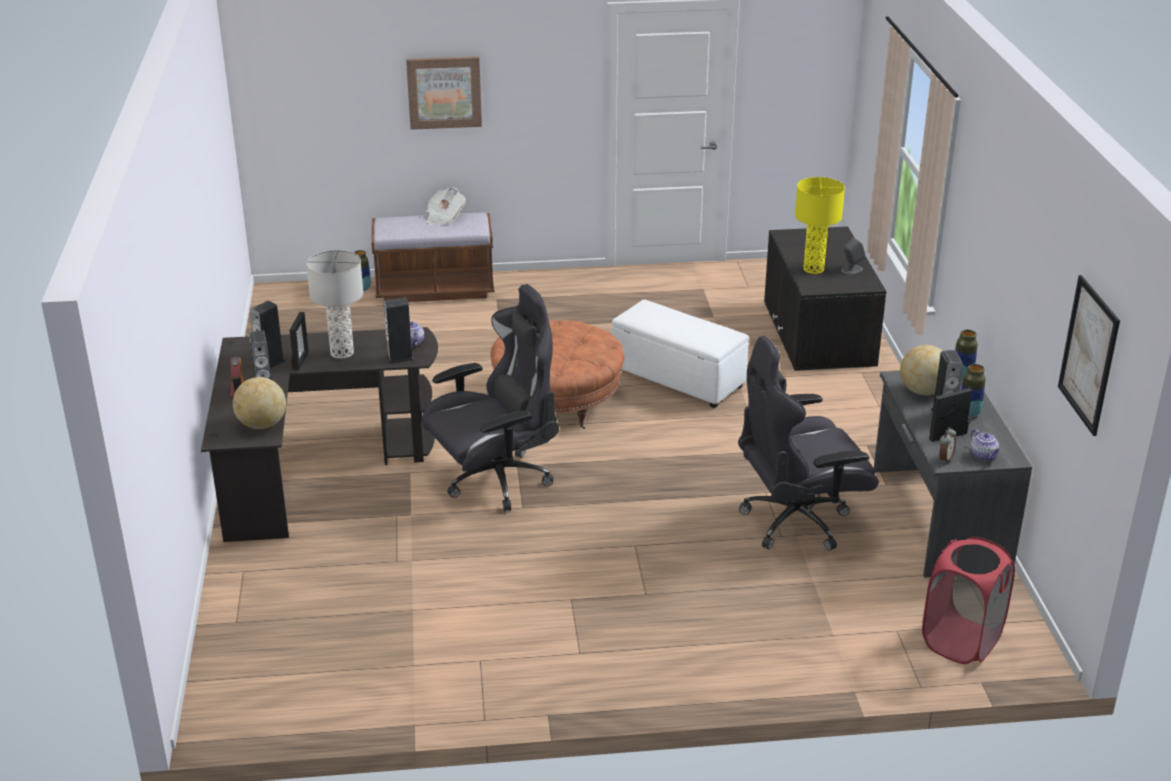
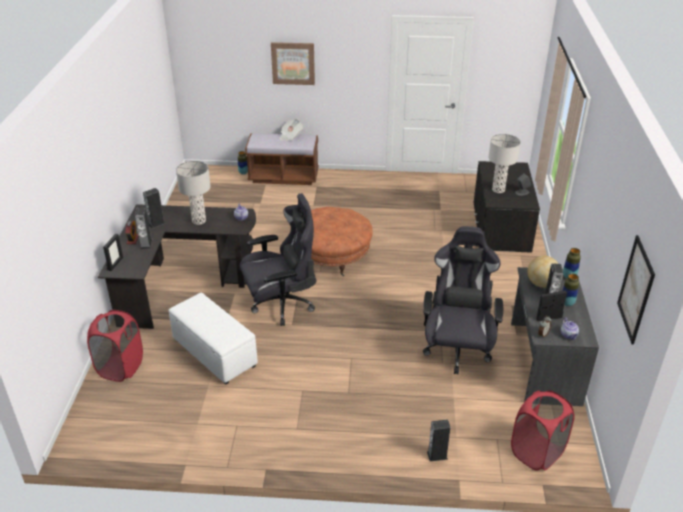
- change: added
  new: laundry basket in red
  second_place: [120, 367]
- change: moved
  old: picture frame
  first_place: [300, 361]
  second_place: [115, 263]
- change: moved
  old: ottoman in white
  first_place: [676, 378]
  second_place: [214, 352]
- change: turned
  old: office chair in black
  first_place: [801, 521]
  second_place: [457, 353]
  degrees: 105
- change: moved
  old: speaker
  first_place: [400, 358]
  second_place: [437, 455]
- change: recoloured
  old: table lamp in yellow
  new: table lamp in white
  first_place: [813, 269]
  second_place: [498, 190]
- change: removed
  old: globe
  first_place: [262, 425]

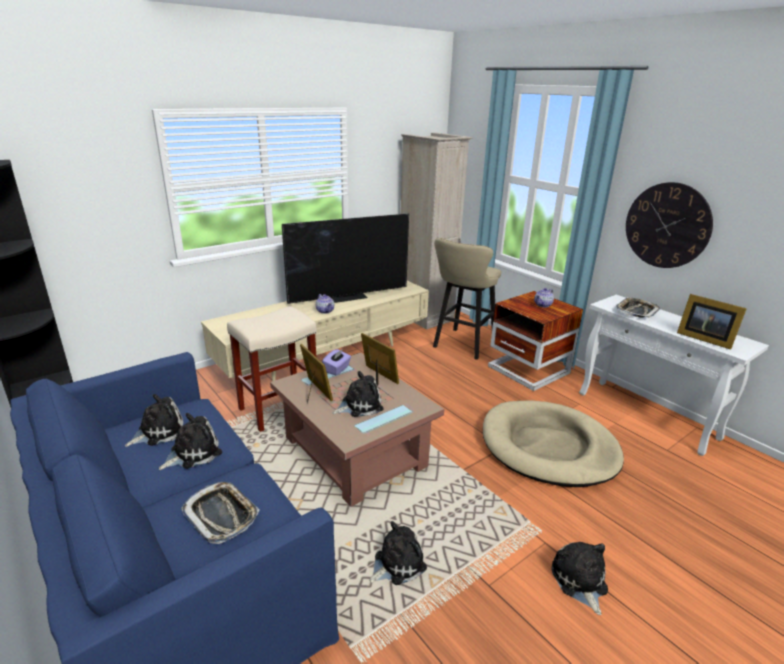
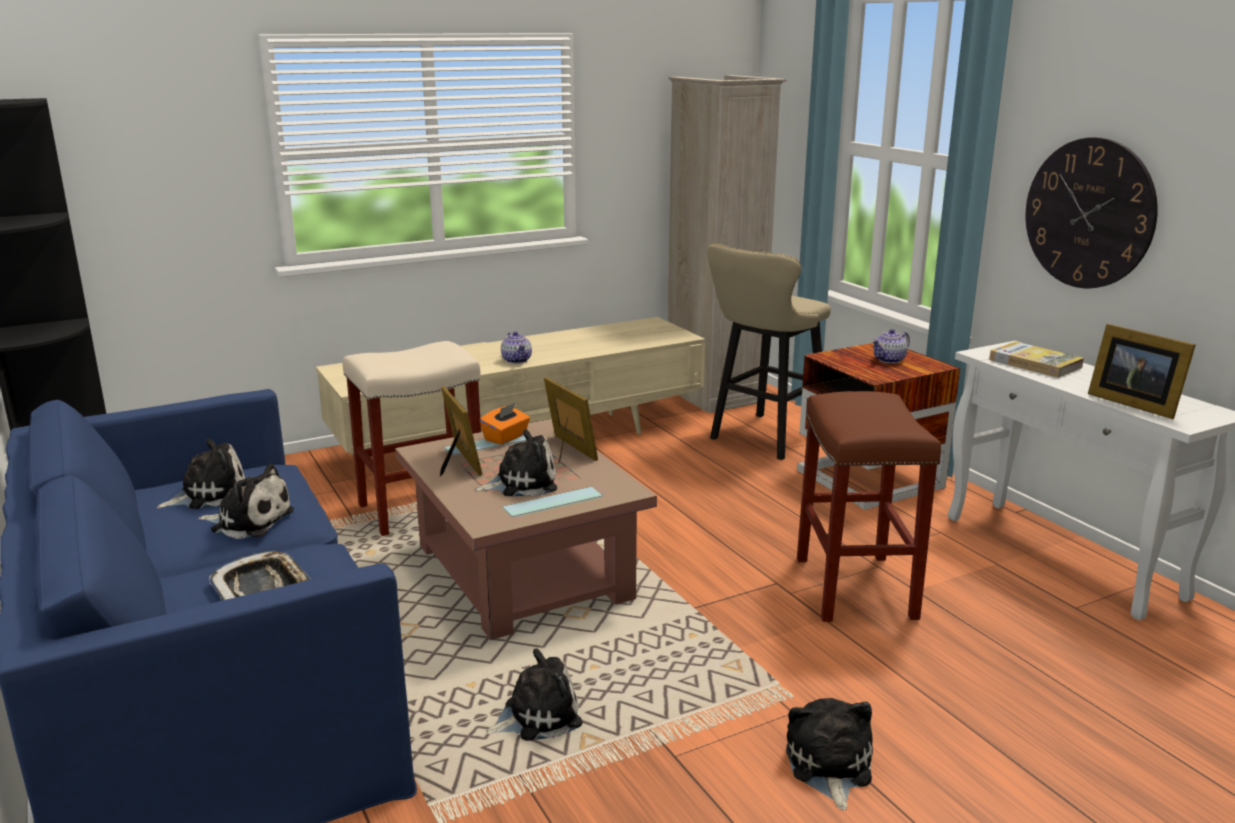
- change: turned
  old: plush toy
  first_place: [193, 452]
  second_place: [249, 521]
  degrees: 45
- change: recoloured
  old: tissue box in purple
  new: tissue box in orange
  first_place: [337, 369]
  second_place: [506, 437]
- change: replaced
  old: dog bed in beige
  new: stool in brown
  first_place: [548, 447]
  second_place: [856, 589]
- change: replaced
  old: tray
  new: book
  first_place: [636, 311]
  second_place: [1035, 363]
- change: removed
  old: television
  first_place: [349, 296]

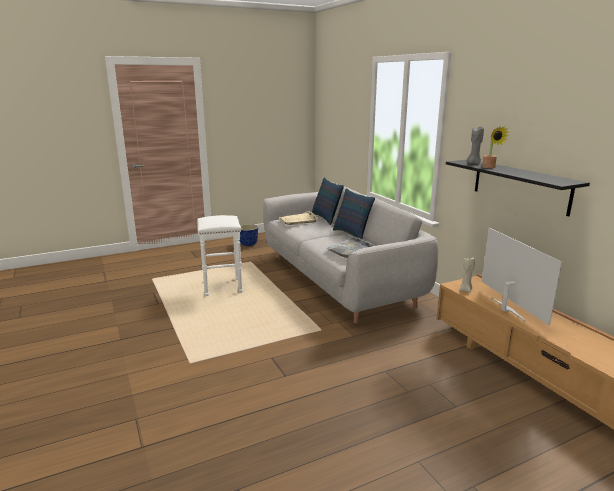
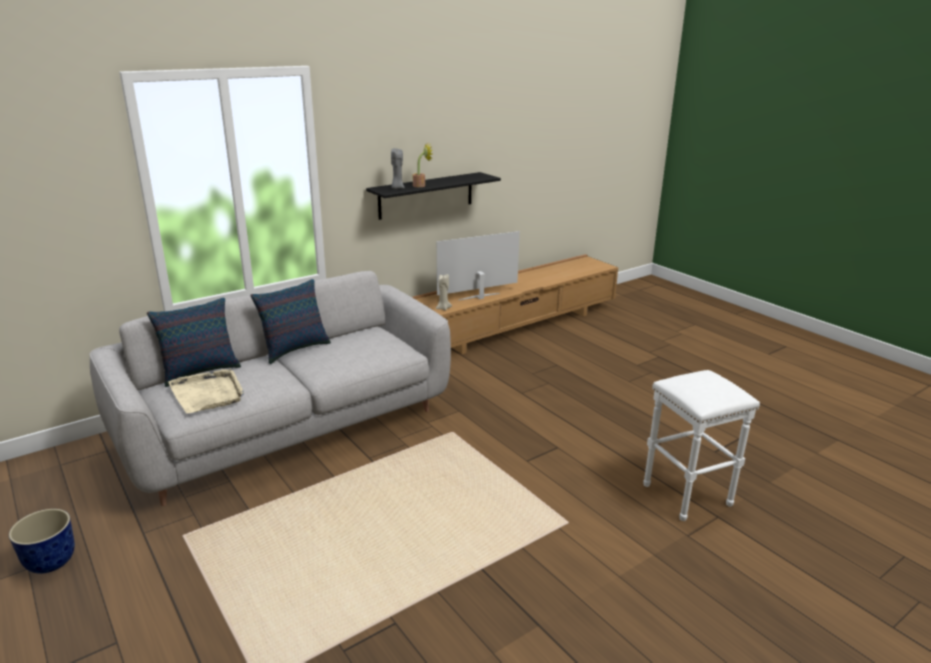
- change: moved
  old: stool in white
  first_place: [223, 287]
  second_place: [685, 494]
- change: removed
  old: tray in grey
  first_place: [351, 249]

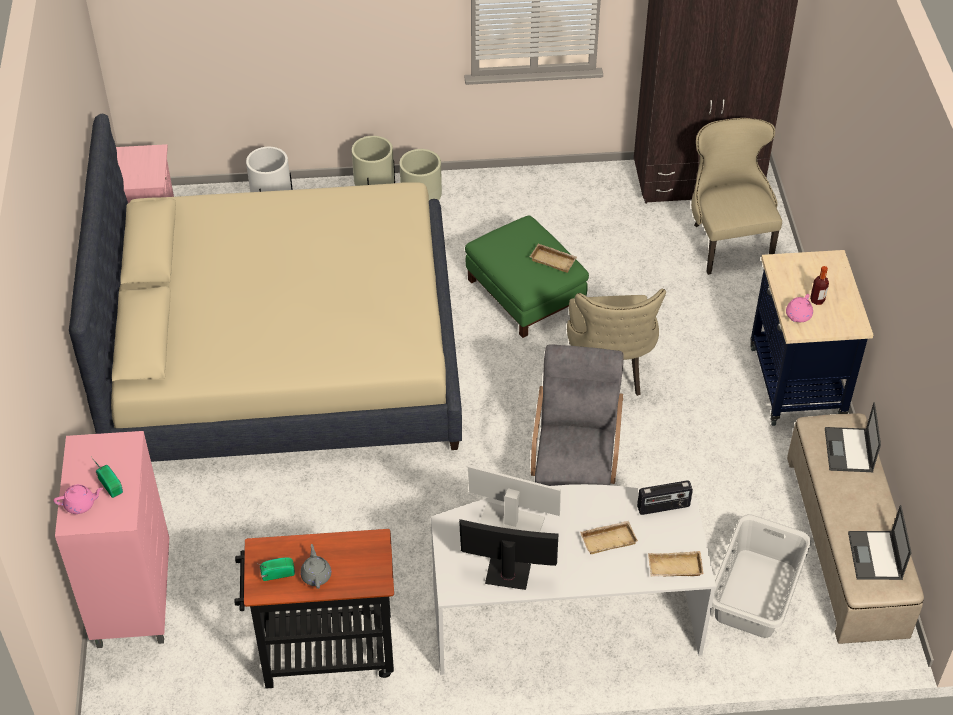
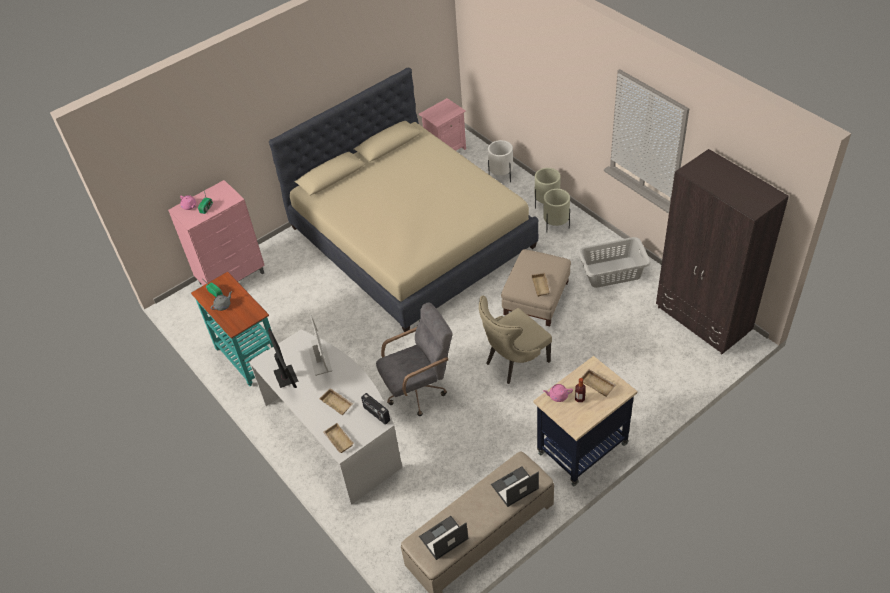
- change: recoloured
  old: cart in black
  new: cart in turquoise
  first_place: [326, 653]
  second_place: [248, 357]
- change: recoloured
  old: ottoman in green
  new: ottoman in beige
  first_place: [526, 293]
  second_place: [536, 298]
- change: moved
  old: laundry basket in grey
  first_place: [754, 593]
  second_place: [612, 272]
- change: added
  new: tray in beige
  second_place: [598, 384]
- change: removed
  old: chair in beige
  first_place: [727, 242]

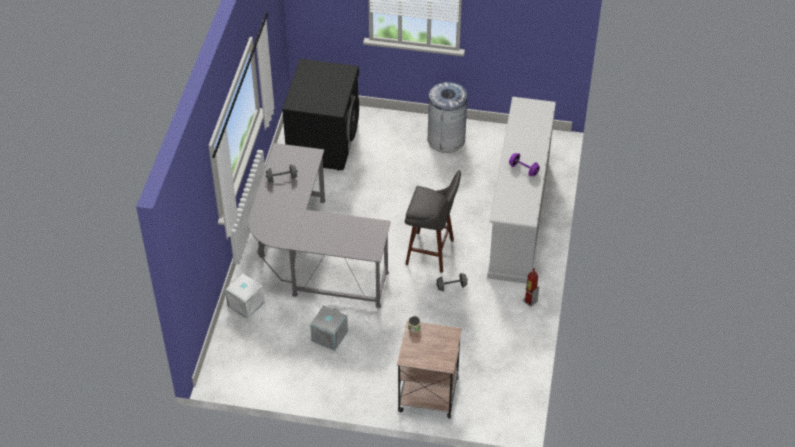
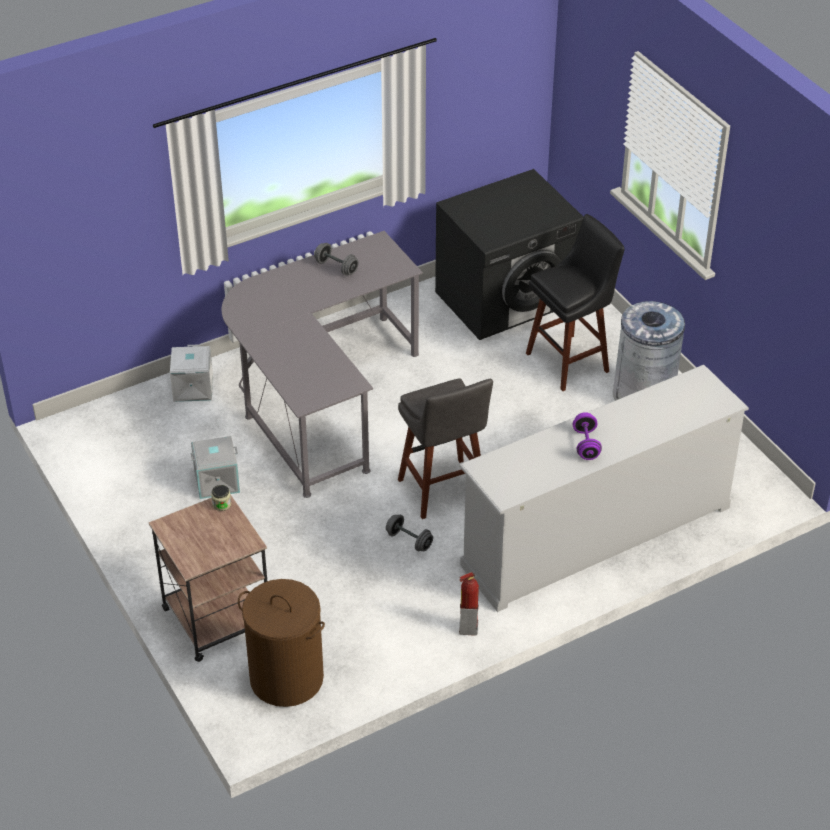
- change: added
  new: laundry basket in brown
  second_place: [286, 678]
- change: added
  new: stool in black
  second_place: [570, 361]

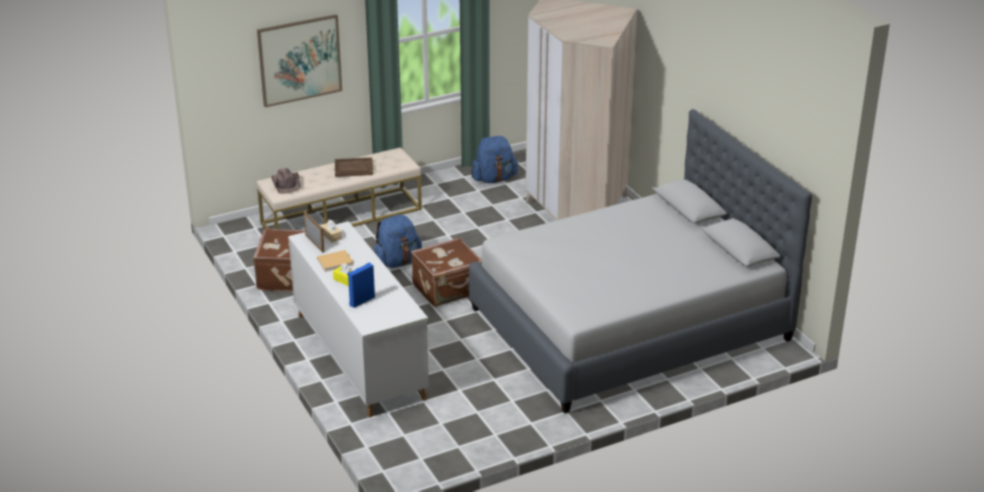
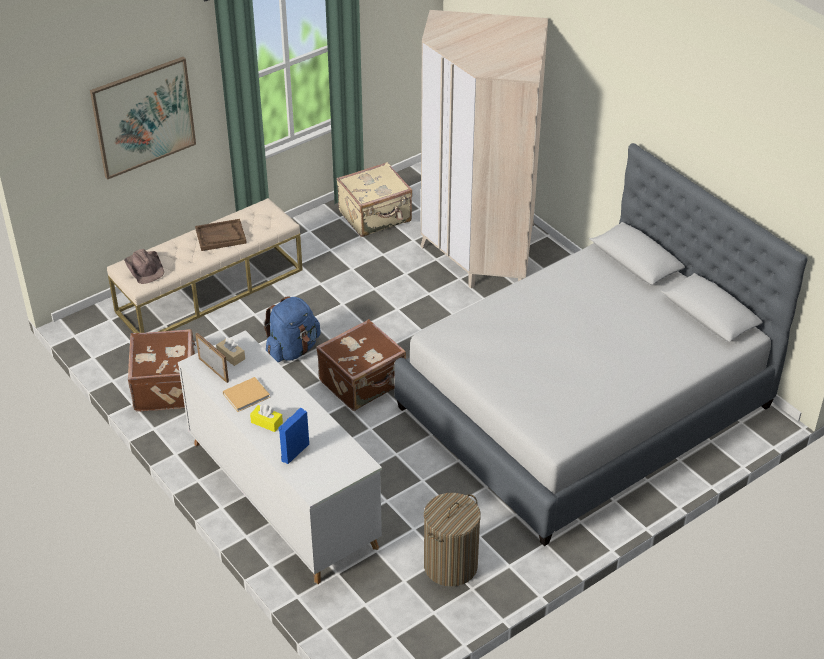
- change: replaced
  old: backpack in blue
  new: suitcase in beige
  first_place: [494, 179]
  second_place: [376, 217]
- change: added
  new: laundry basket
  second_place: [450, 565]

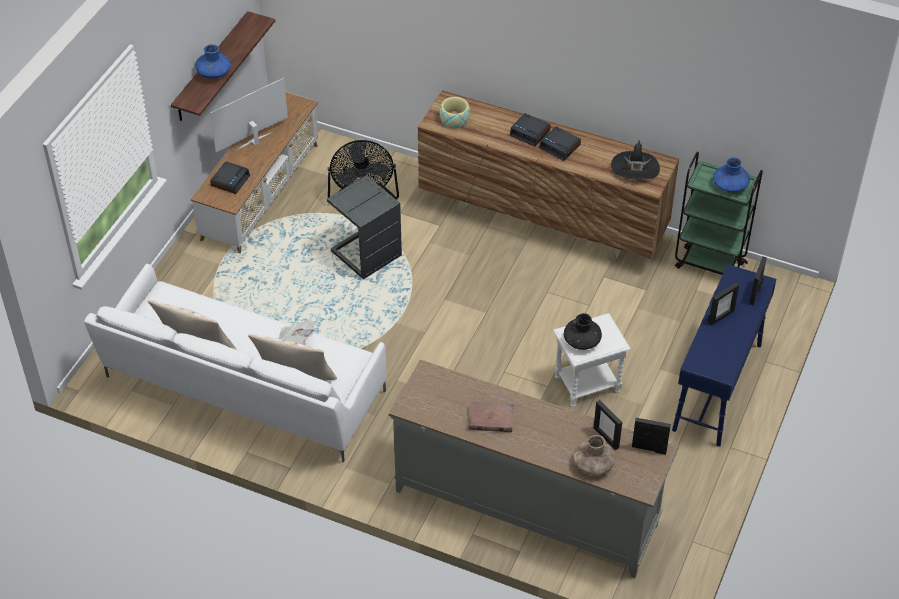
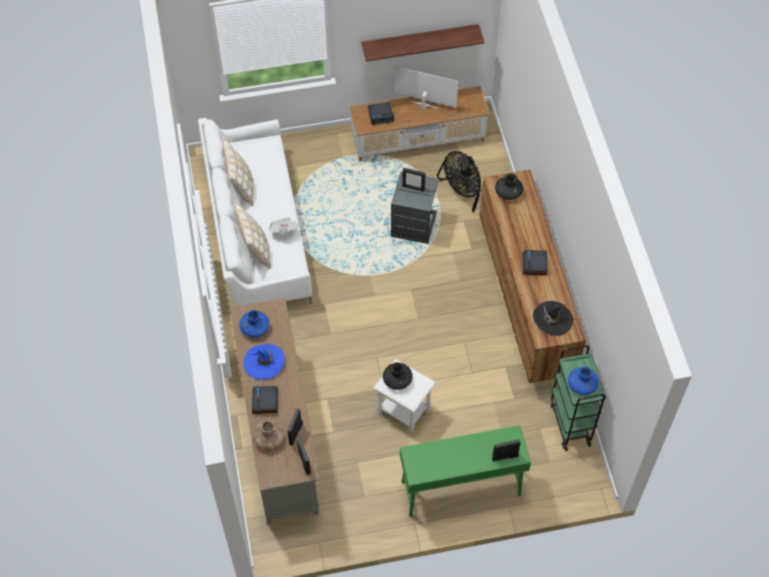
- change: moved
  old: vase in blue
  first_place: [214, 73]
  second_place: [255, 328]
- change: replaced
  old: book in brown
  new: hat in blue
  first_place: [490, 419]
  second_place: [264, 362]
- change: moved
  old: alarm clock
  first_place: [530, 133]
  second_place: [265, 402]
- change: recoloured
  old: console table in blue
  new: console table in green
  first_place: [716, 387]
  second_place: [460, 487]
- change: moved
  old: picture frame
  first_place: [720, 316]
  second_place: [413, 187]
- change: replaced
  old: bowl
  new: vase in black
  first_place: [455, 119]
  second_place: [508, 192]

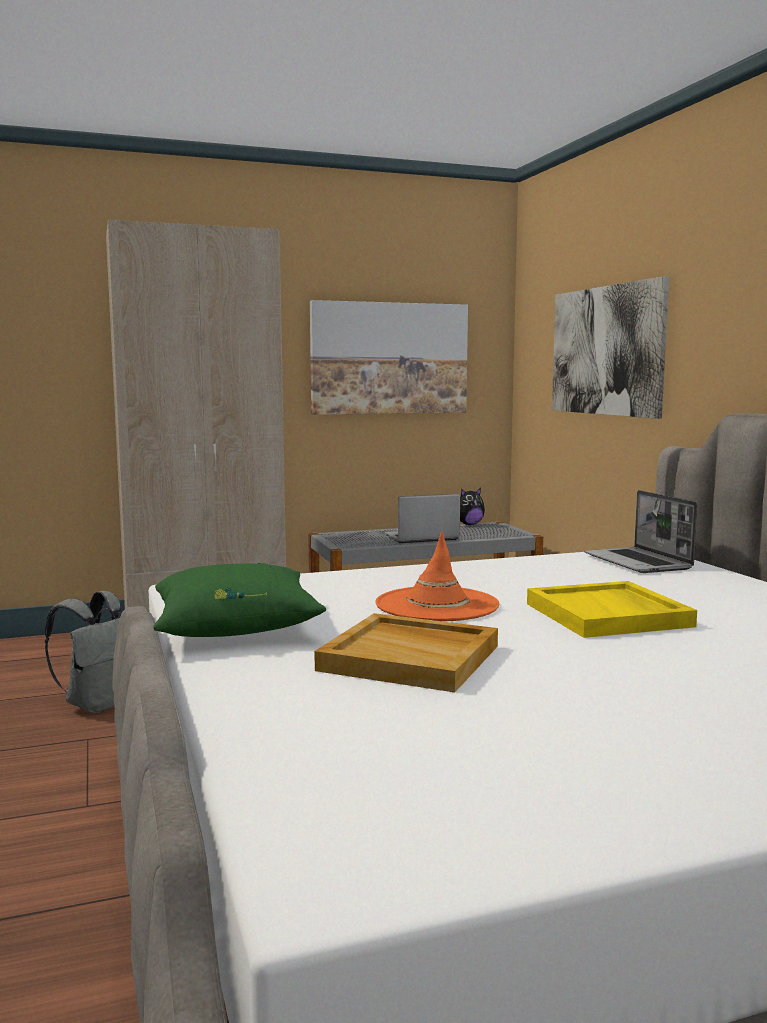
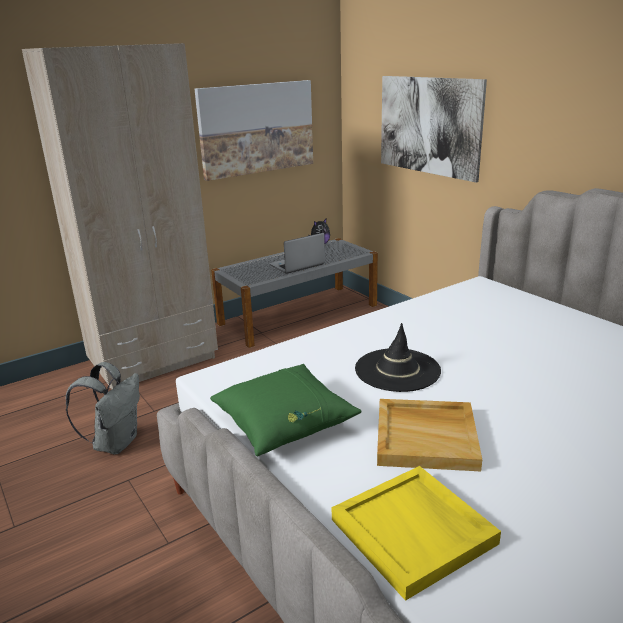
- change: moved
  old: tray in yellow
  first_place: [609, 615]
  second_place: [414, 532]
- change: recoloured
  old: hat in orange
  new: hat in black
  first_place: [437, 605]
  second_place: [397, 370]
- change: removed
  old: laptop
  first_place: [639, 562]

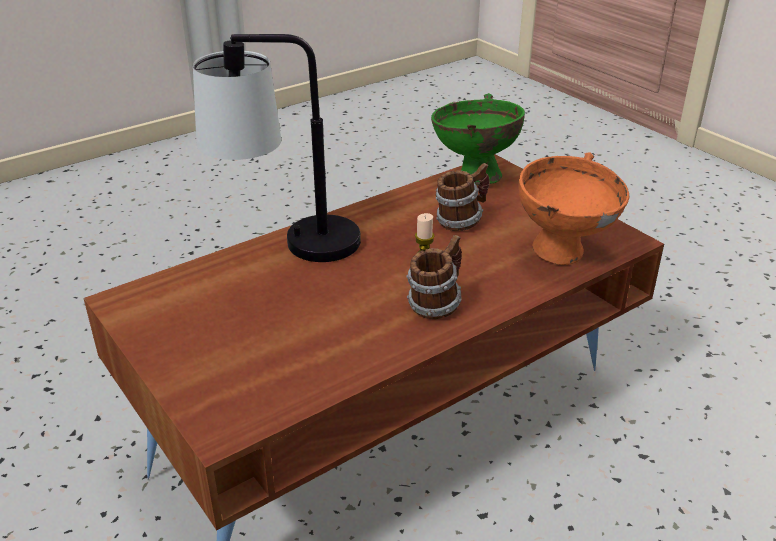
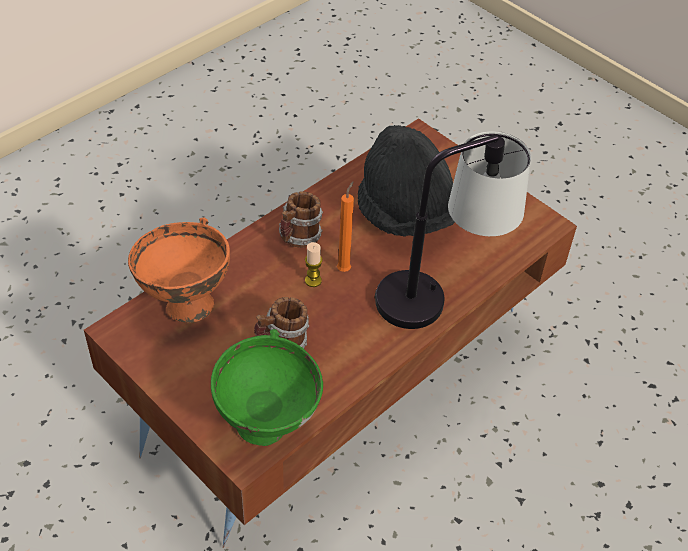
- change: added
  new: candle in orange
  second_place: [344, 268]
- change: added
  new: hat in black
  second_place: [406, 214]

